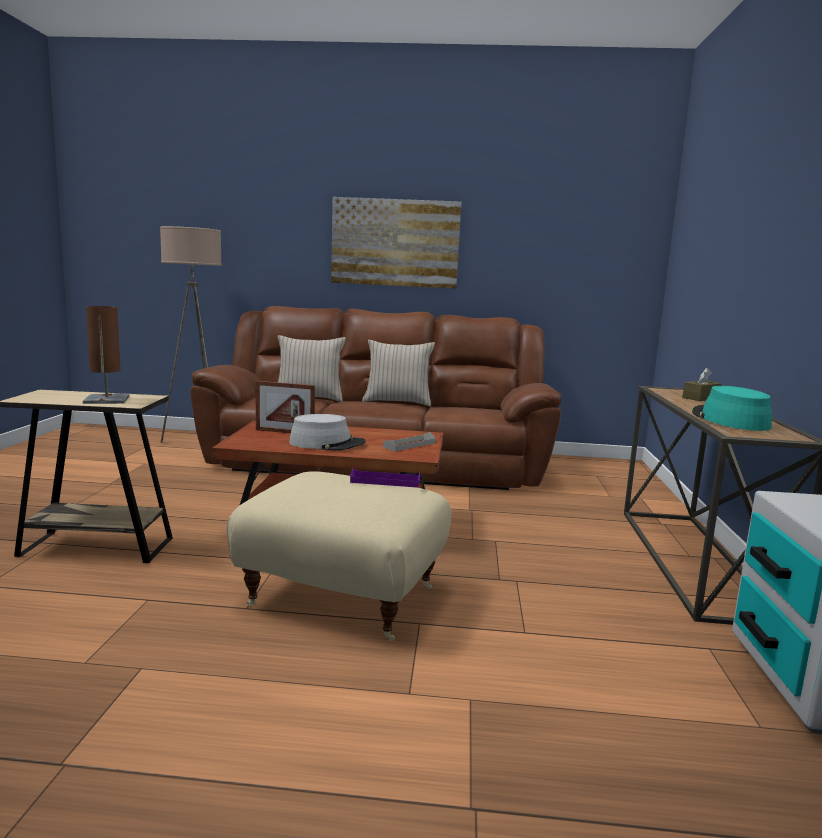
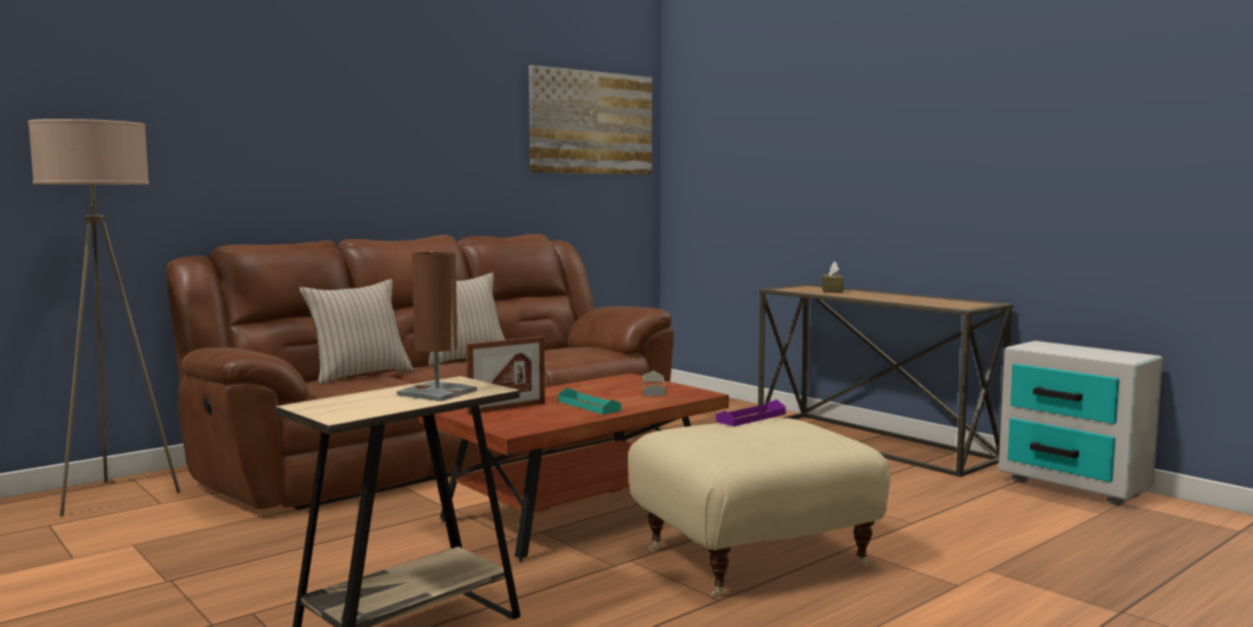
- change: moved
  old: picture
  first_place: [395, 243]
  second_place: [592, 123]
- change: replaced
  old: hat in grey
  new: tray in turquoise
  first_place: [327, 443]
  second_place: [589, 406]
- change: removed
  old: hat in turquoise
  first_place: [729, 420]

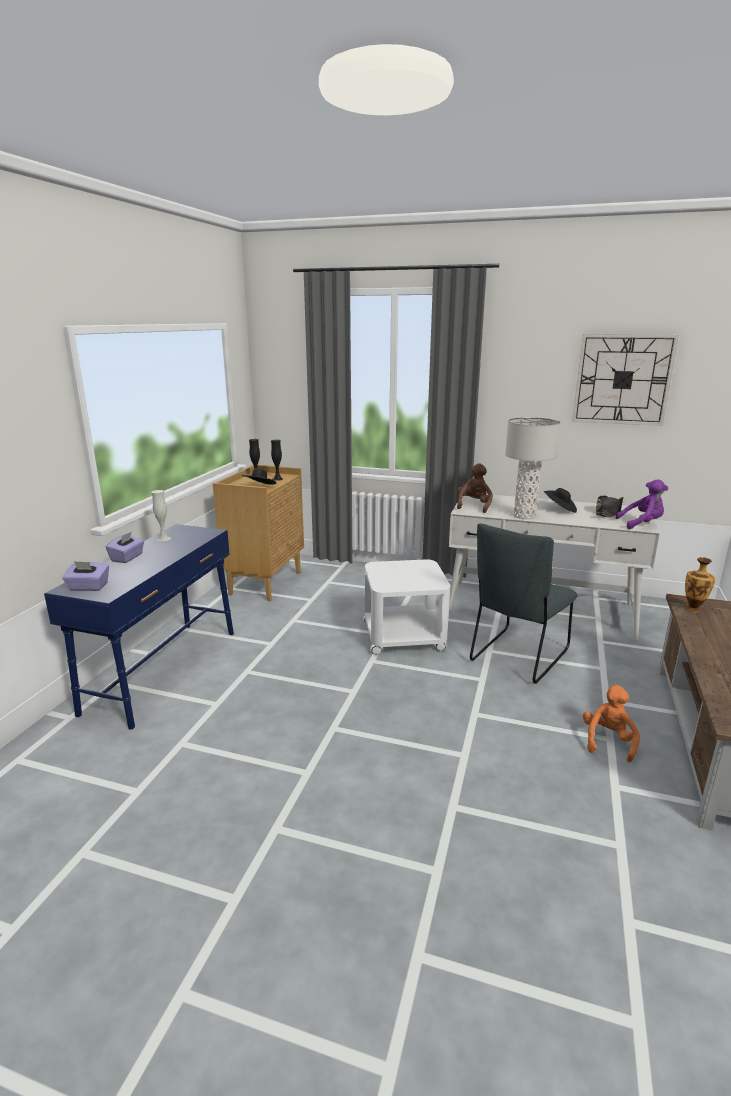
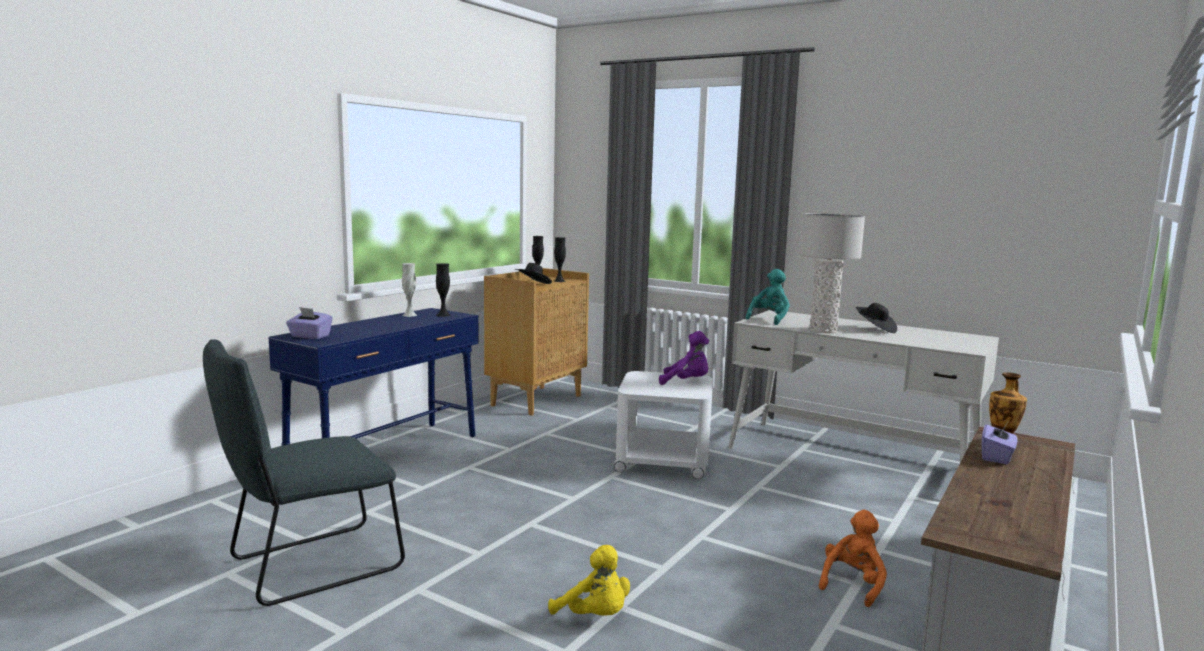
- change: moved
  old: chair in grey
  first_place: [517, 657]
  second_place: [308, 566]
- change: added
  new: vase in black
  second_place: [443, 315]
- change: added
  new: plush toy in yellow
  second_place: [594, 616]
- change: moved
  old: plush toy in purple
  first_place: [642, 524]
  second_place: [686, 382]
- change: recoloured
  old: plush toy in brown
  new: plush toy in turquoise
  first_place: [474, 506]
  second_place: [769, 319]
- change: moved
  old: tissue box in purple
  first_place: [127, 558]
  second_place: [997, 457]
- change: removed
  old: wall clock
  first_place: [622, 379]
- change: removed
  old: hat in black
  first_place: [608, 512]

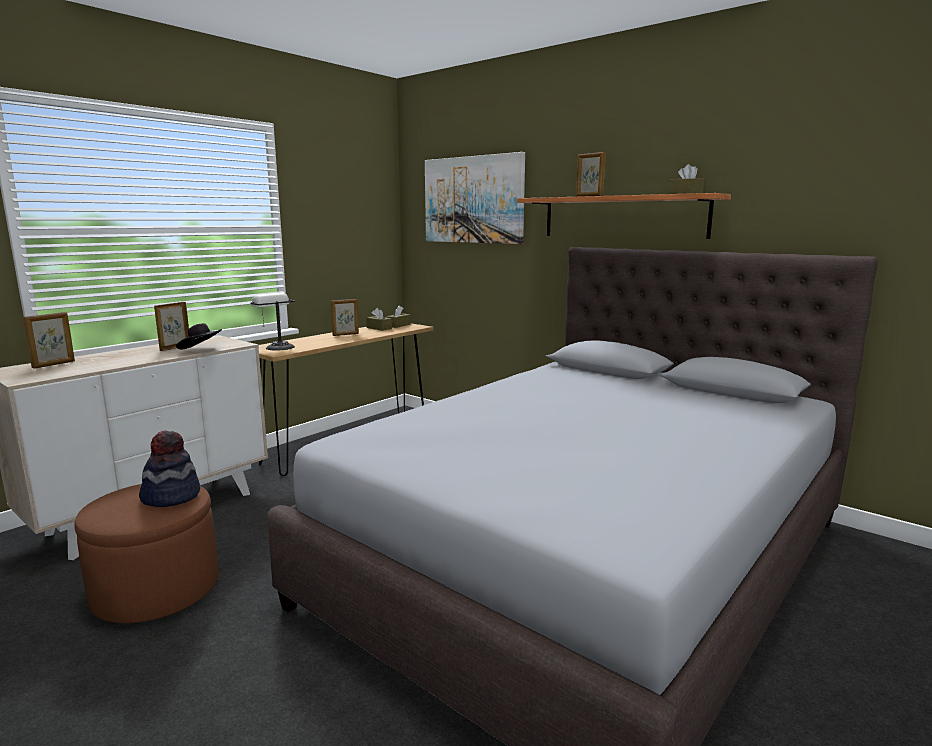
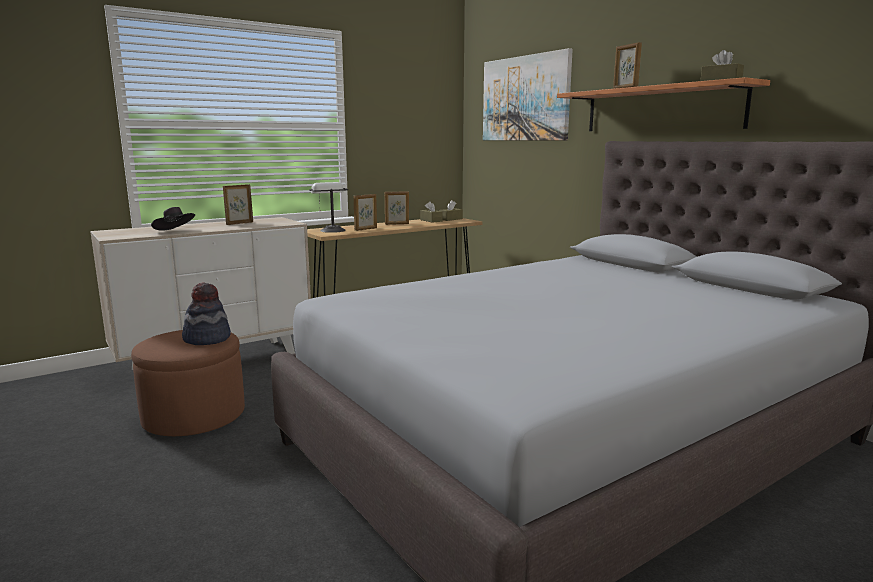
- change: moved
  old: hat in black
  first_place: [201, 350]
  second_place: [175, 231]
- change: moved
  old: picture frame
  first_place: [54, 364]
  second_place: [366, 229]

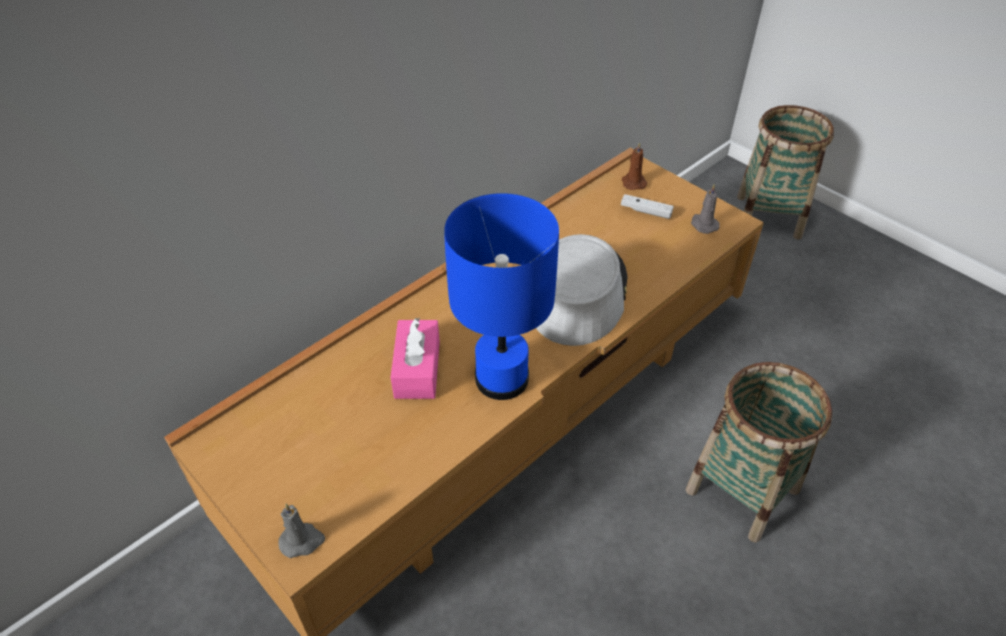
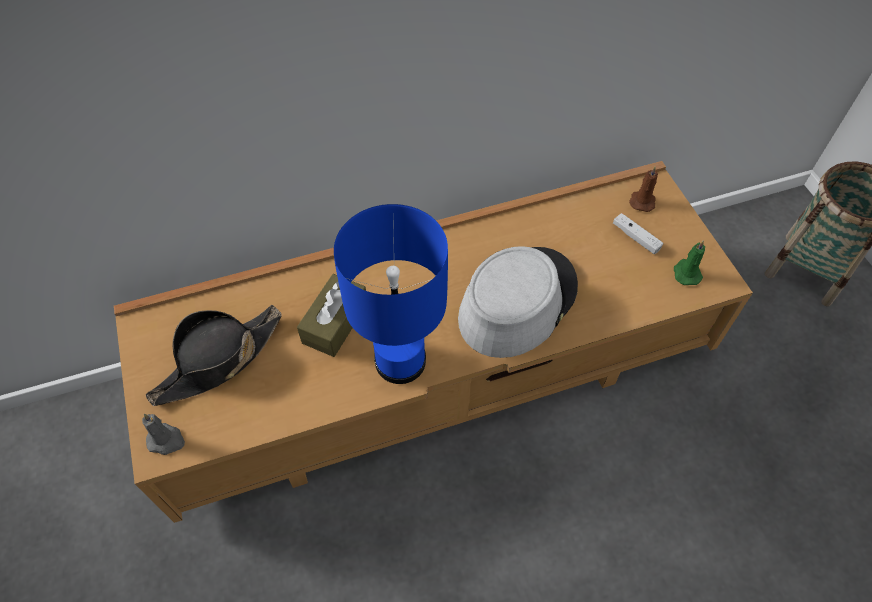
- change: added
  new: hat in black
  second_place: [218, 360]
- change: recoloured
  old: tissue box in pink
  new: tissue box in brown
  first_place: [417, 369]
  second_place: [335, 323]
- change: recoloured
  old: candle in grey
  new: candle in green
  first_place: [703, 224]
  second_place: [686, 273]
- change: removed
  old: basket
  first_place: [742, 490]

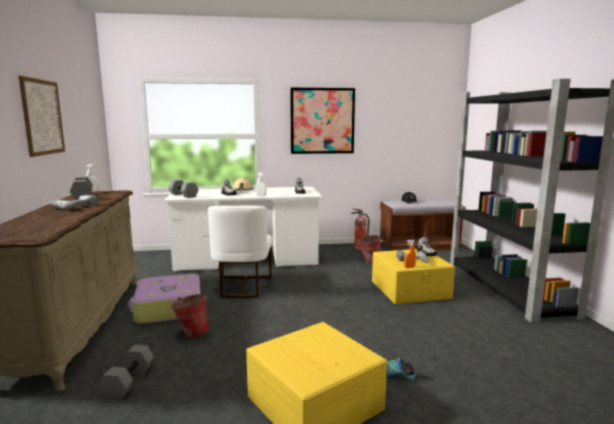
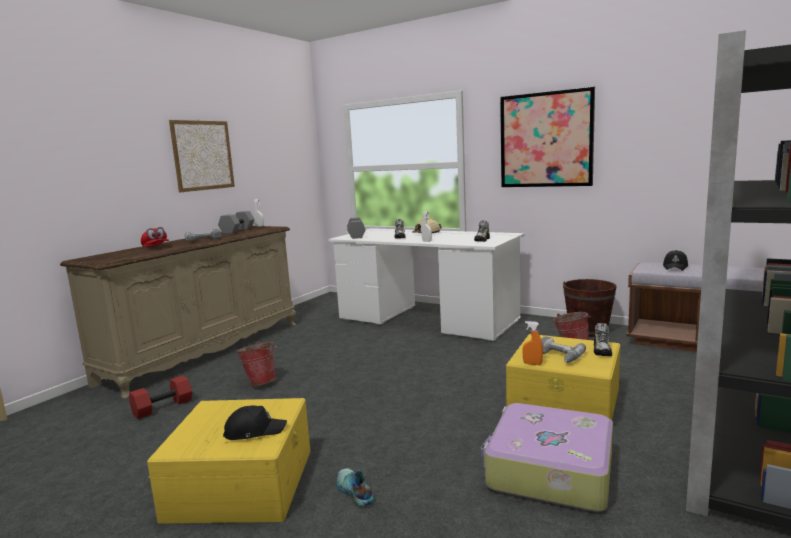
- change: recoloured
  old: dumbbell in grey
  new: dumbbell in red
  first_place: [128, 381]
  second_place: [163, 407]
- change: added
  new: cap in red
  second_place: [155, 247]
- change: added
  new: cap in black
  second_place: [254, 431]
- change: moved
  old: suitcase
  first_place: [168, 308]
  second_place: [548, 471]
- change: replaced
  old: fire extinguisher
  new: bucket in brown
  first_place: [359, 248]
  second_place: [588, 330]
- change: removed
  old: chair in white
  first_place: [243, 286]

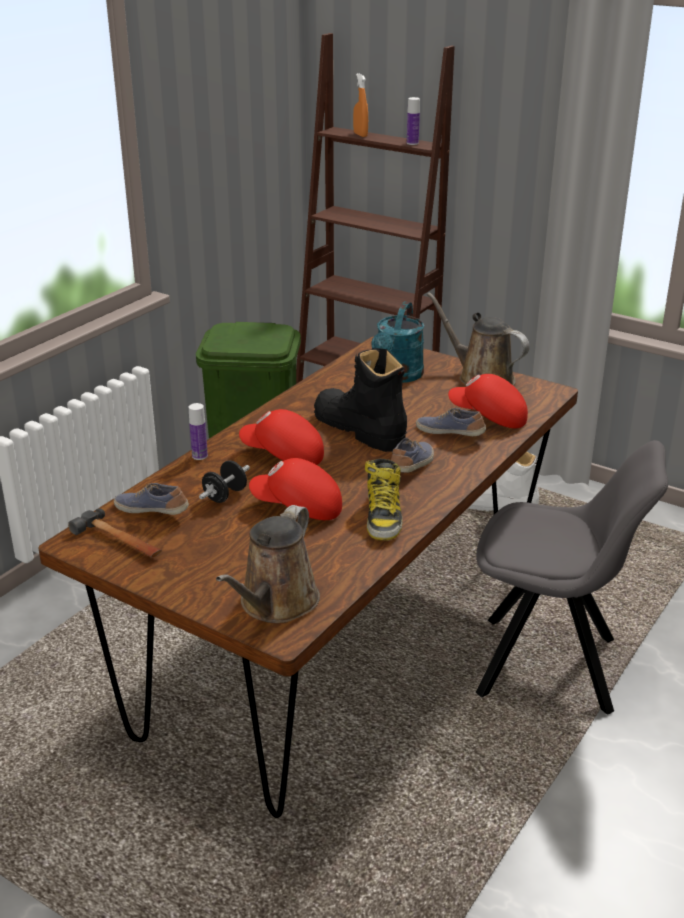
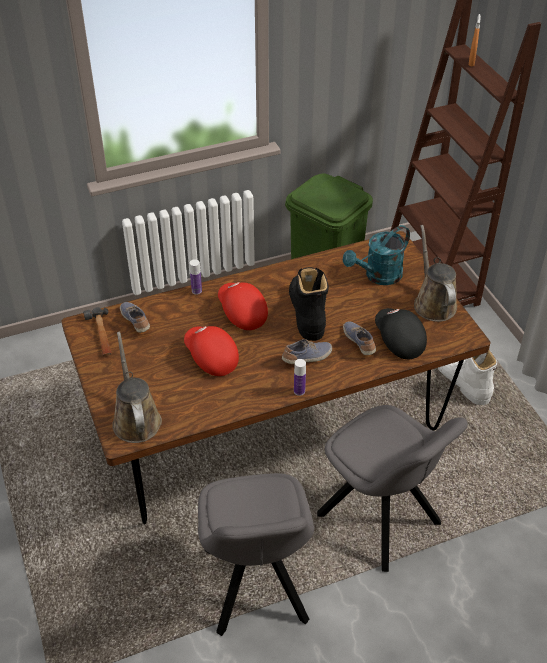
- change: turned
  old: watering can in brown
  first_place: [275, 604]
  second_place: [136, 419]
  degrees: 105
- change: added
  new: chair in grey
  second_place: [256, 585]
- change: moved
  old: bottle
  first_place: [412, 143]
  second_place: [299, 391]
- change: recoloured
  old: cap in red
  new: cap in black
  first_place: [488, 417]
  second_place: [398, 340]
- change: removed
  old: dumbbell in black
  first_place: [225, 495]
- change: removed
  old: boot
  first_place: [383, 516]

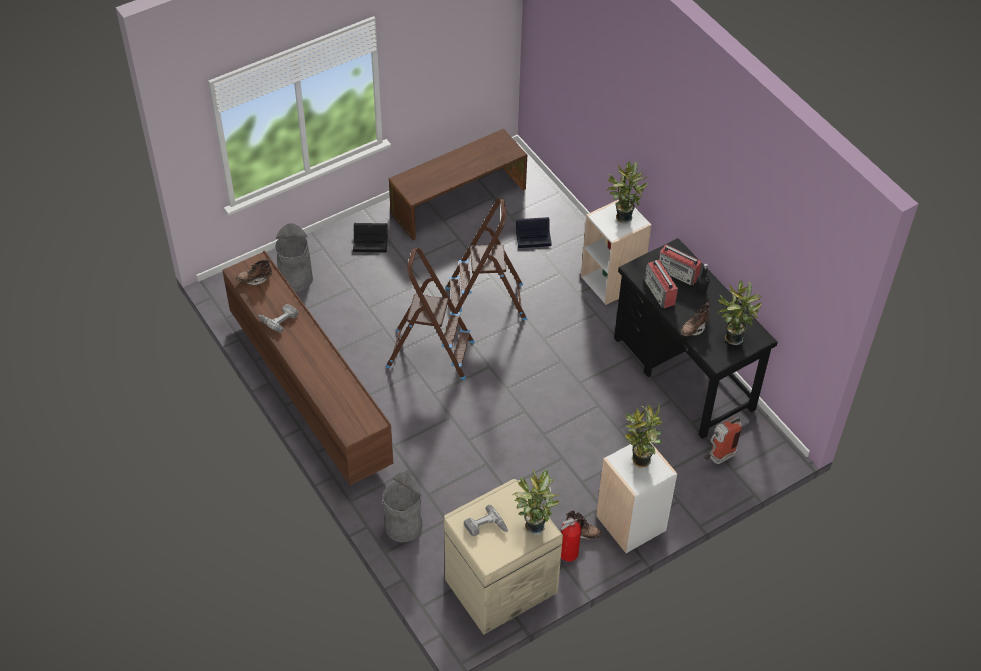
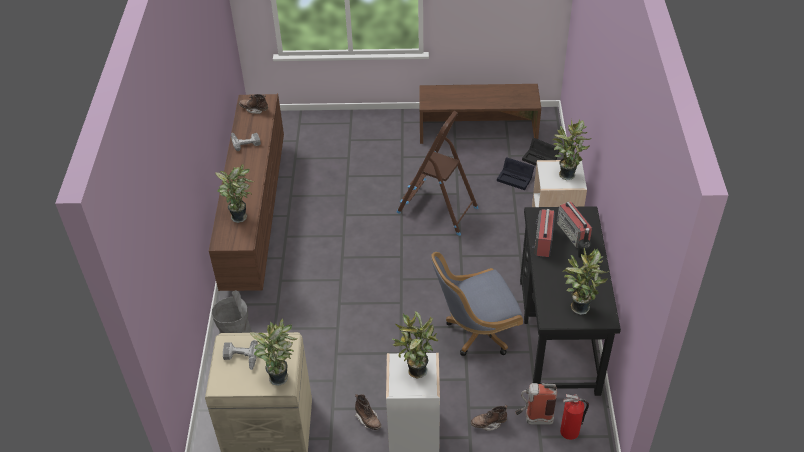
- change: added
  new: potted plant
  second_place: [240, 216]
- change: added
  new: office chair in blue
  second_place: [475, 334]
- change: moved
  old: boot in brown
  first_place: [694, 328]
  second_place: [488, 423]
- change: moved
  old: storage box in black
  first_place: [371, 242]
  second_place: [541, 159]
- change: moved
  old: fire extinguisher
  first_place: [569, 553]
  second_place: [570, 432]
- change: removed
  old: trash can in grey
  first_place: [296, 279]
- change: removed
  old: step ladder in brown
  first_place: [431, 354]

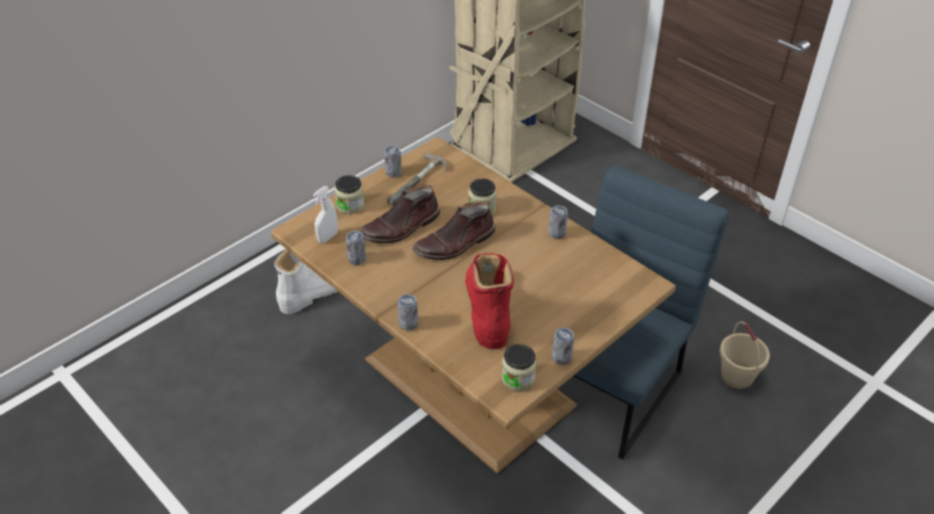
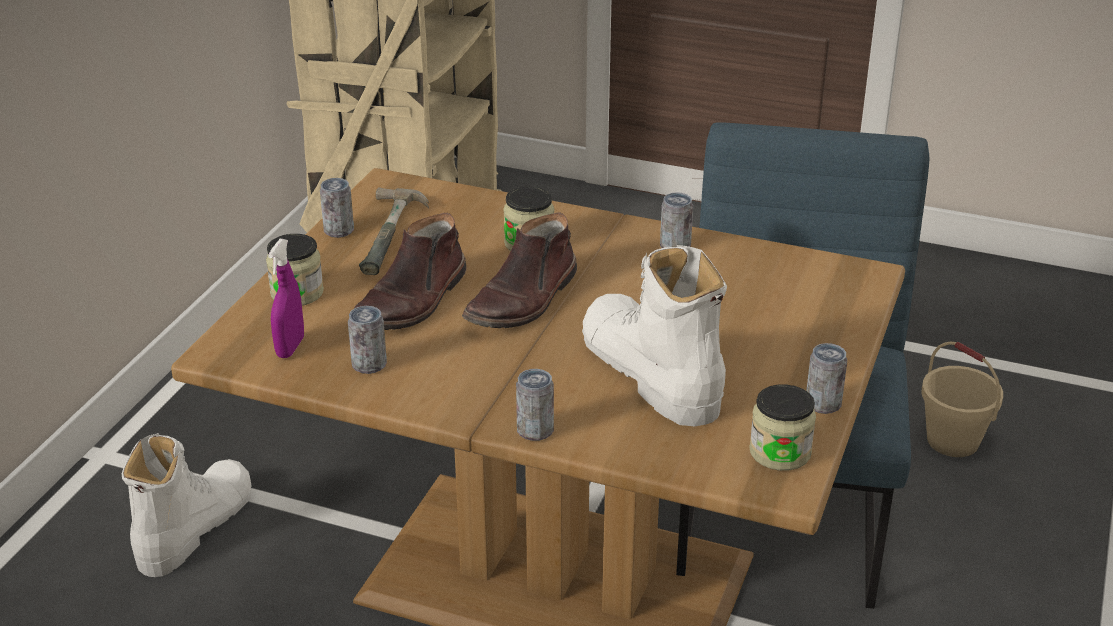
- change: recoloured
  old: spray bottle in white
  new: spray bottle in purple
  first_place: [327, 237]
  second_place: [290, 347]
- change: recoloured
  old: boot in red
  new: boot in white
  first_place: [487, 309]
  second_place: [650, 373]

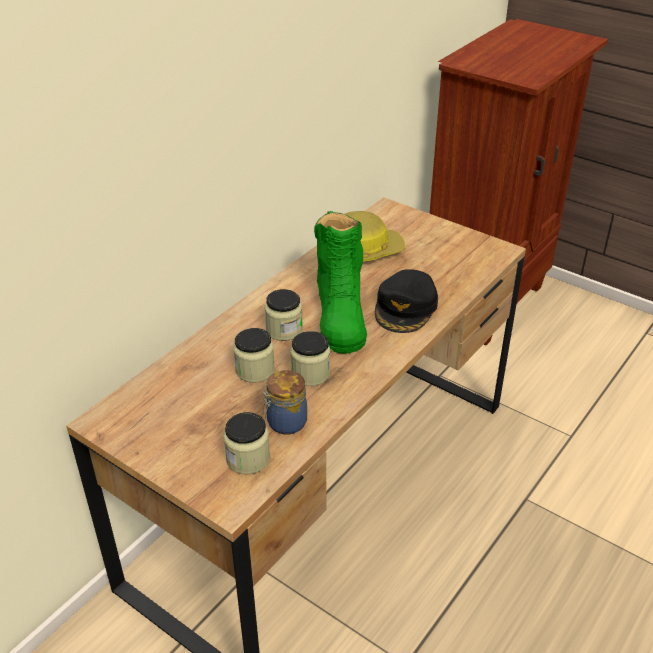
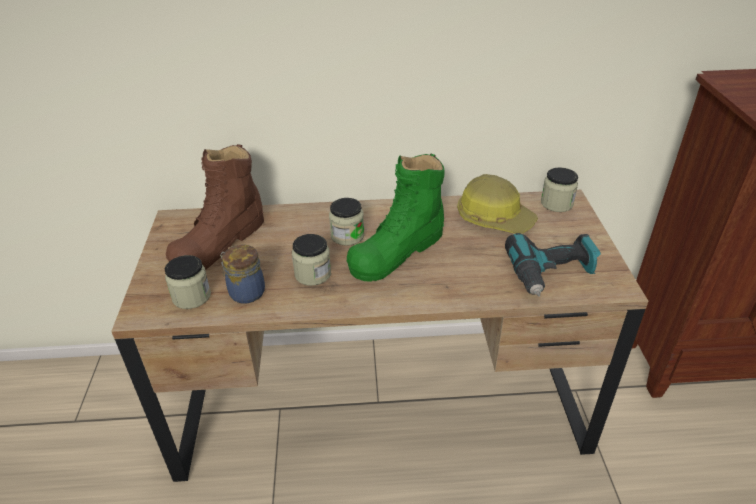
- change: added
  new: boot in brown
  second_place: [220, 242]
- change: added
  new: power drill
  second_place: [551, 274]
- change: moved
  old: jar
  first_place: [255, 370]
  second_place: [556, 203]
- change: removed
  old: cap in black
  first_place: [406, 308]

